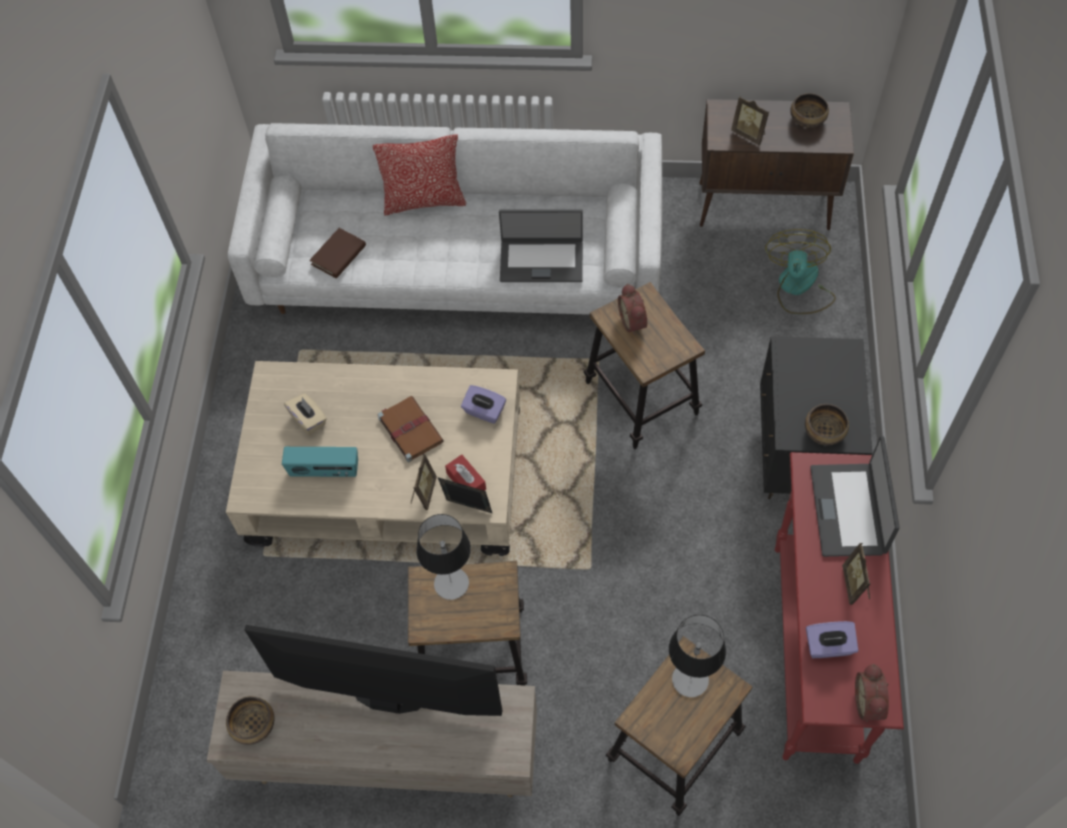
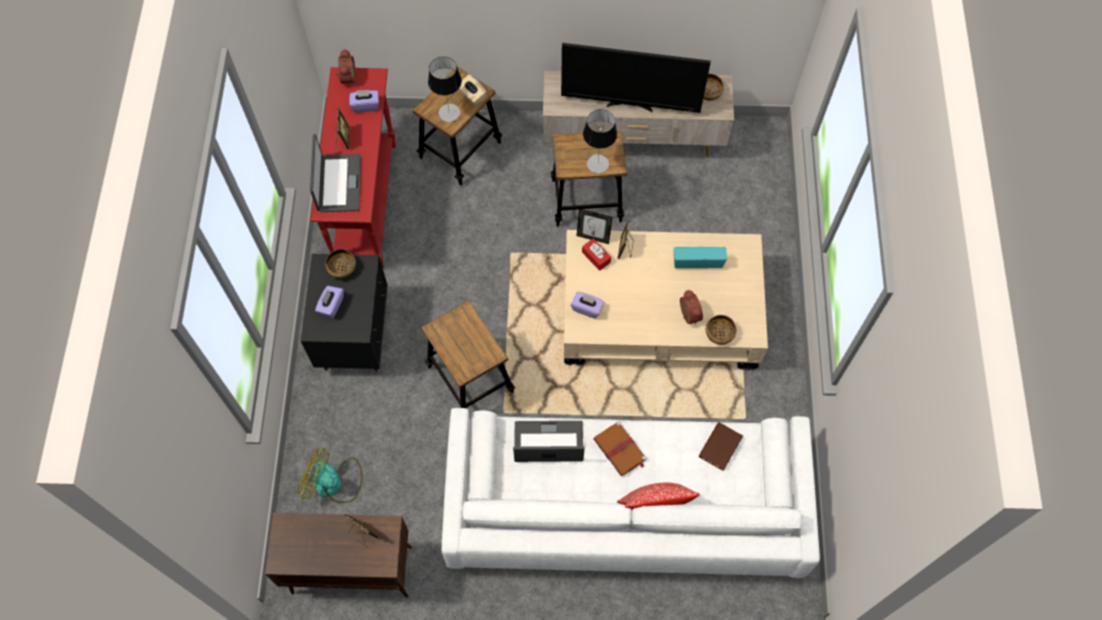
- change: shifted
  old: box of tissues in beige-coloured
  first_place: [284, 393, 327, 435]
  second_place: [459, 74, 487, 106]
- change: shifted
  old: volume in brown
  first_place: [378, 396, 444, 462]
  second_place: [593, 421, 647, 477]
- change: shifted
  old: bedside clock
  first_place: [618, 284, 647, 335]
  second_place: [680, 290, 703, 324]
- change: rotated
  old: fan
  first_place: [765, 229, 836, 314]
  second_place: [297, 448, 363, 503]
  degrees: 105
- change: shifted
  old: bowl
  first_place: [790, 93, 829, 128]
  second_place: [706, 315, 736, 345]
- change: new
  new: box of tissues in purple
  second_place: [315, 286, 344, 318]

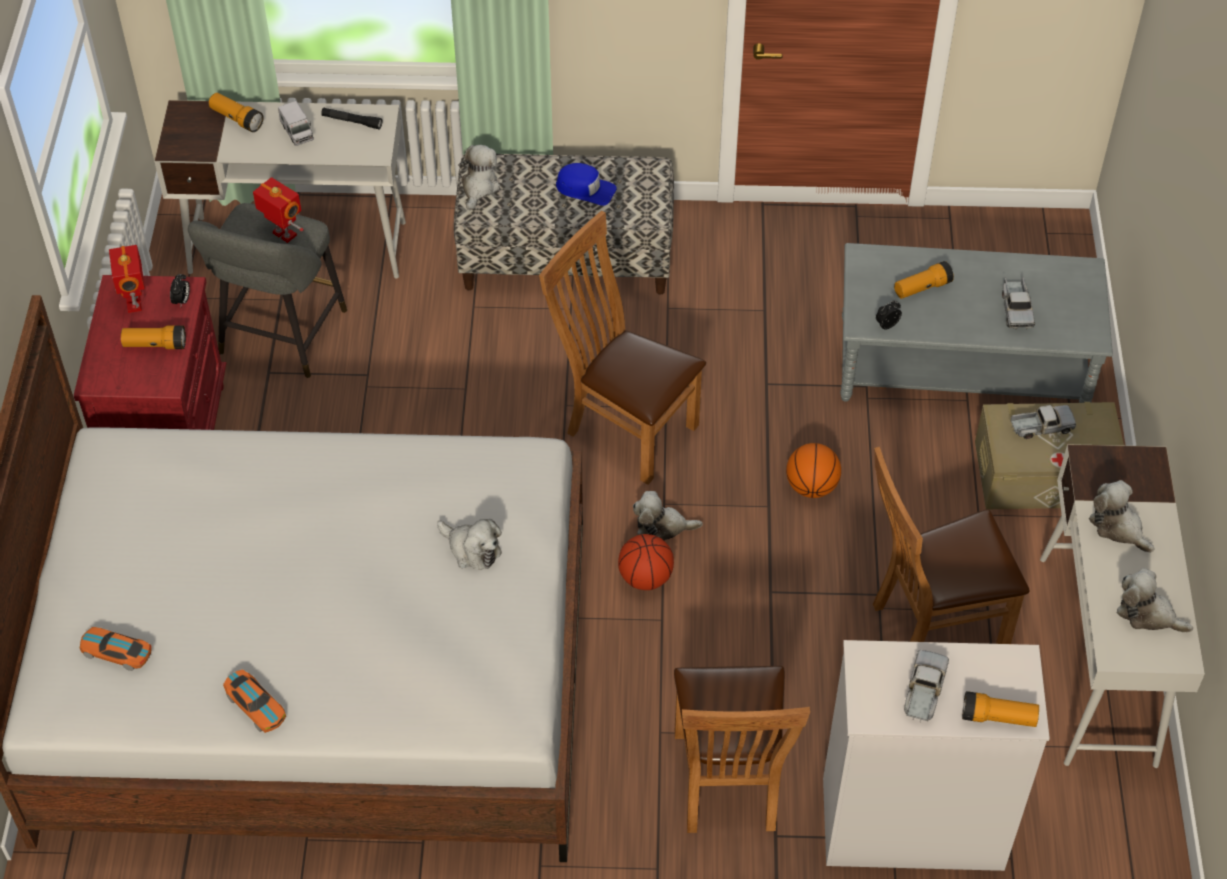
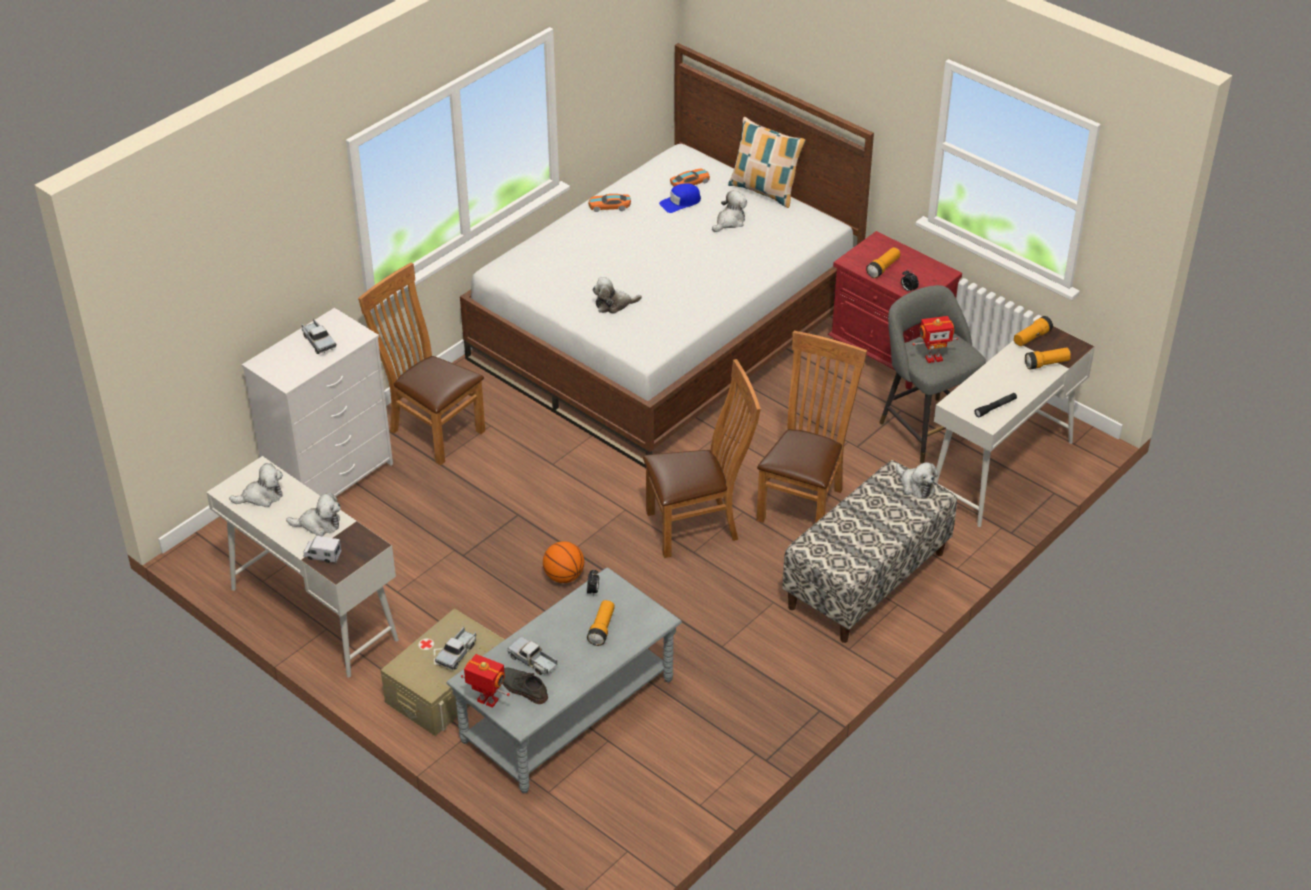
- change: shifted
  old: model robot
  first_place: [109, 245, 145, 313]
  second_place: [461, 654, 510, 708]
- change: shifted
  old: toy lorry
  first_place: [278, 101, 314, 146]
  second_place: [303, 536, 342, 563]
- change: shifted
  old: peaked cap in blue-coloured
  first_place: [556, 163, 616, 206]
  second_place: [659, 183, 701, 213]
- change: gone
  old: basketball
  first_place: [618, 534, 674, 590]
- change: shifted
  old: plush toy
  first_place: [633, 491, 703, 540]
  second_place: [712, 190, 747, 232]
- change: shifted
  old: plain chair in brown
  first_place: [873, 447, 1030, 644]
  second_place: [757, 331, 867, 523]
- change: shifted
  old: hand torch
  first_place: [962, 691, 1039, 727]
  second_place: [1014, 316, 1053, 346]
- change: new
  new: low shoe in greyish
  second_place: [502, 668, 548, 704]
- change: new
  new: throw pillow
  second_place: [728, 117, 806, 208]

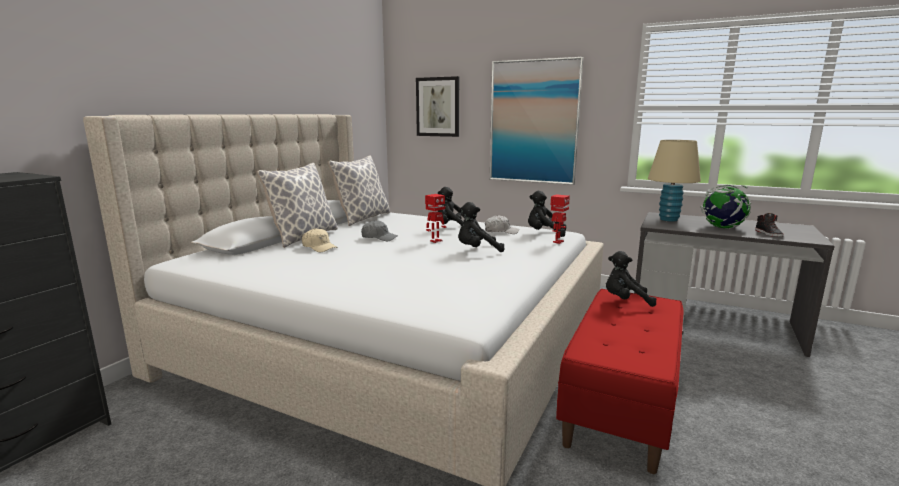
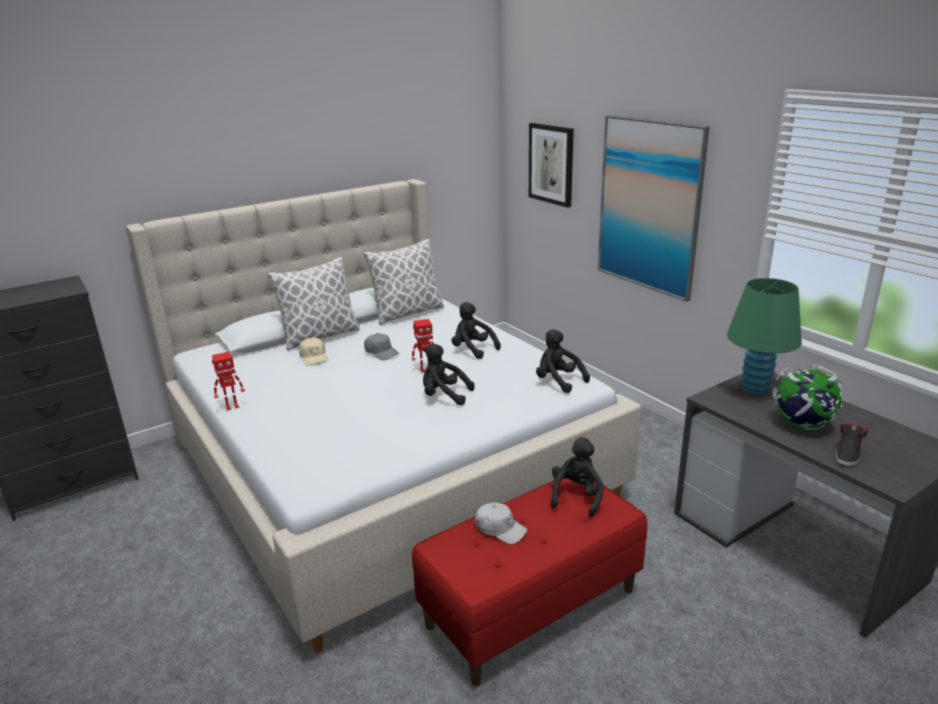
- change: shifted
  old: peaked cap in white-coloured
  first_place: [485, 215, 519, 234]
  second_place: [475, 503, 527, 544]
- change: shifted
  old: model robot
  first_place: [551, 194, 570, 244]
  second_place: [212, 352, 245, 411]
- change: rotated
  old: plush toy in black-coloured
  first_place: [606, 251, 656, 307]
  second_place: [551, 437, 604, 517]
  degrees: 75
- change: repainted
  old: table lamp in beige-coloured
  new: table lamp in greenish
  first_place: [648, 140, 701, 222]
  second_place: [727, 278, 802, 396]

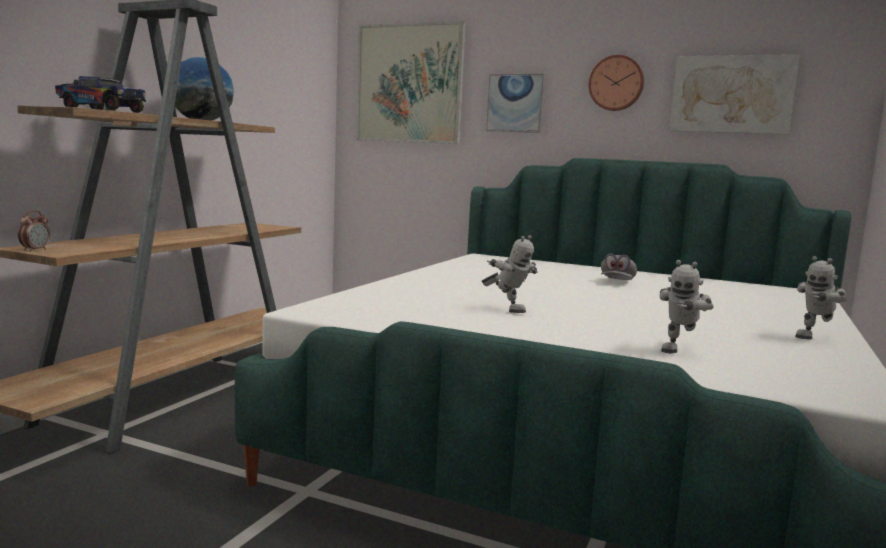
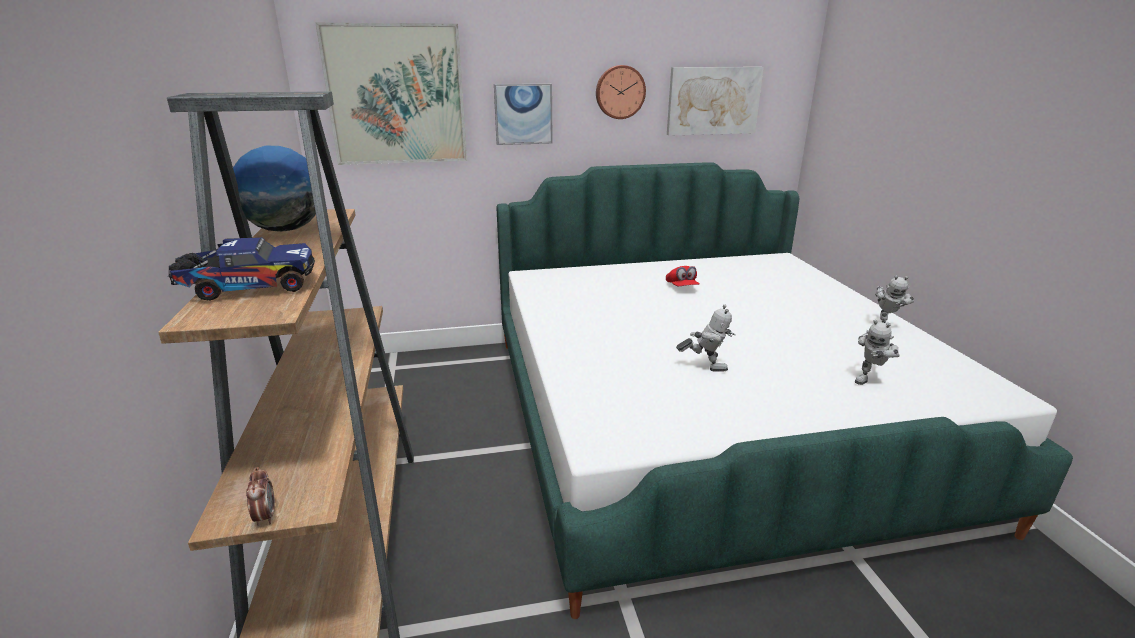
- change: repainted
  old: peaked cap in greyish
  new: peaked cap in red
  first_place: [601, 253, 637, 280]
  second_place: [666, 266, 700, 286]
- change: rotated
  old: model robot
  first_place: [660, 260, 713, 353]
  second_place: [855, 320, 899, 385]
  degrees: 45

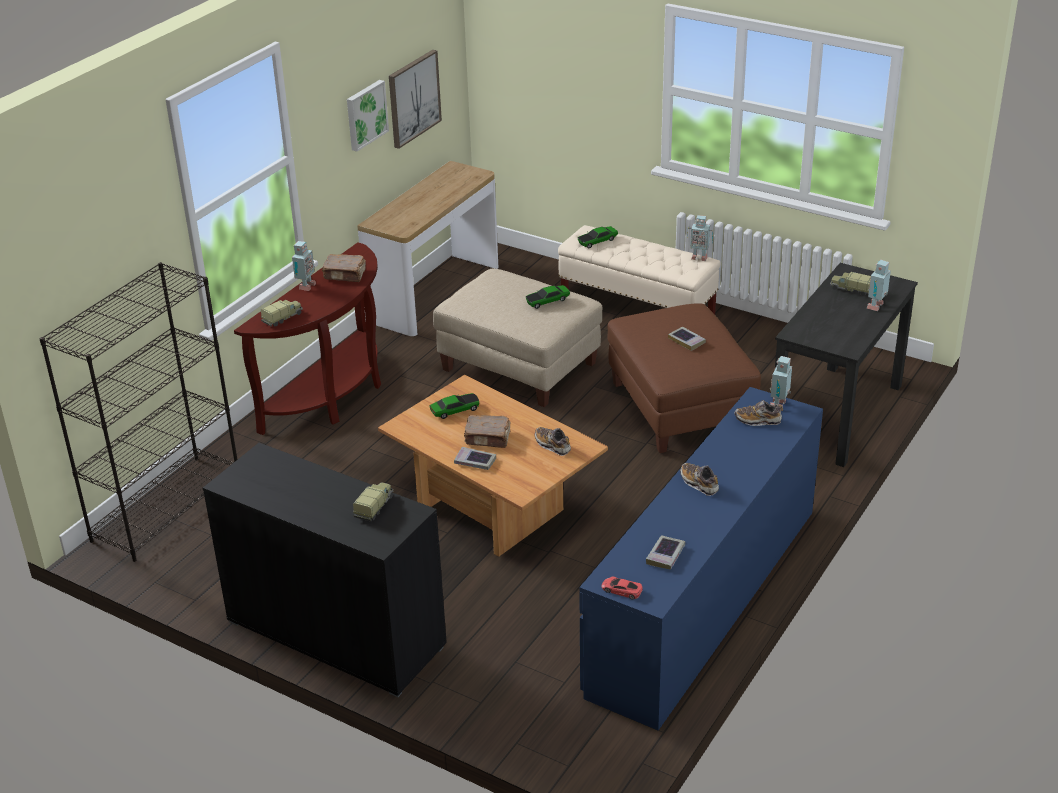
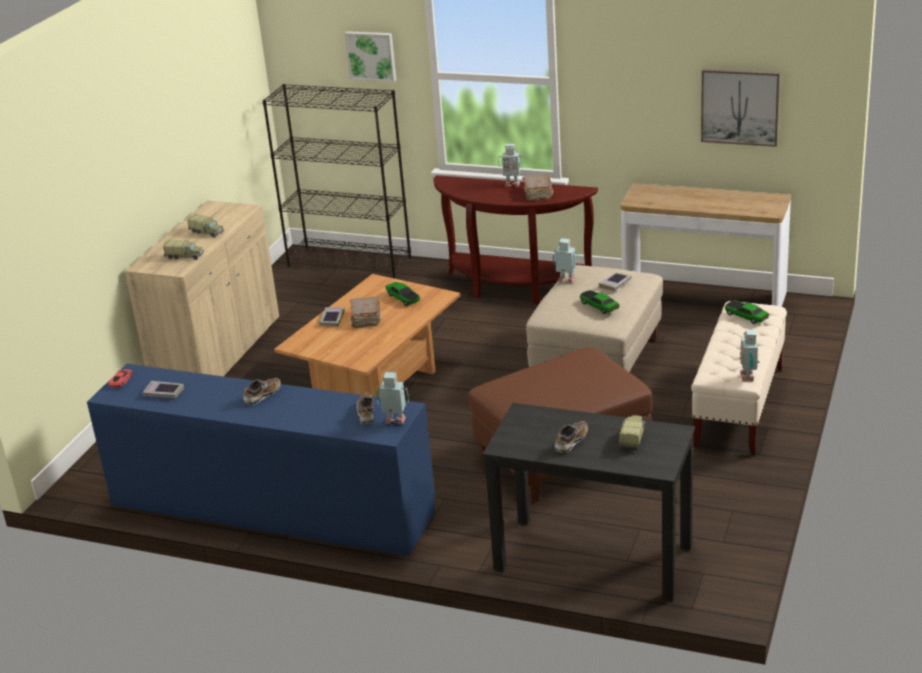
- change: repainted
  old: cupboard in black-coloured
  new: cupboard in beige-coloured
  first_place: [203, 443, 447, 697]
  second_place: [124, 201, 279, 376]
- change: shifted
  old: toy lorry
  first_place: [261, 300, 303, 326]
  second_place: [187, 214, 224, 237]
- change: shifted
  old: wall art
  first_place: [347, 80, 389, 151]
  second_place: [345, 31, 396, 82]
- change: shifted
  old: low shoe
  first_place: [535, 427, 571, 456]
  second_place: [555, 421, 588, 453]
- change: shifted
  old: volume
  first_place: [668, 327, 706, 351]
  second_place: [599, 272, 632, 291]
- change: shifted
  old: model robot
  first_place: [867, 260, 891, 311]
  second_place: [553, 238, 579, 283]

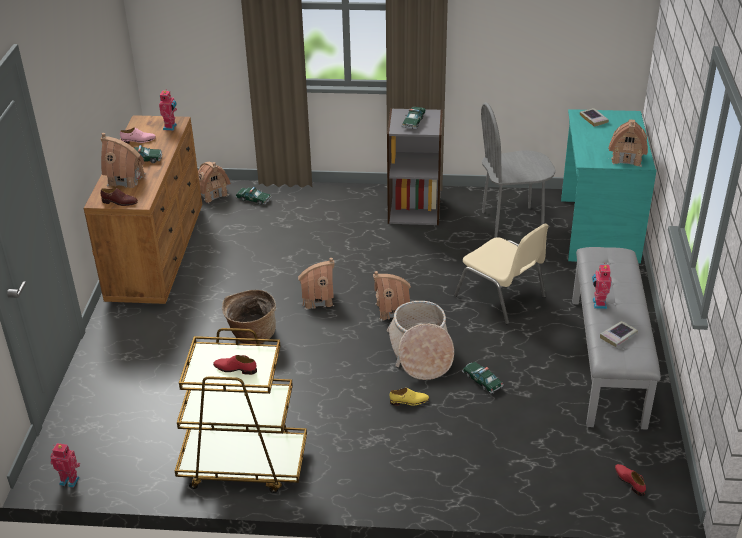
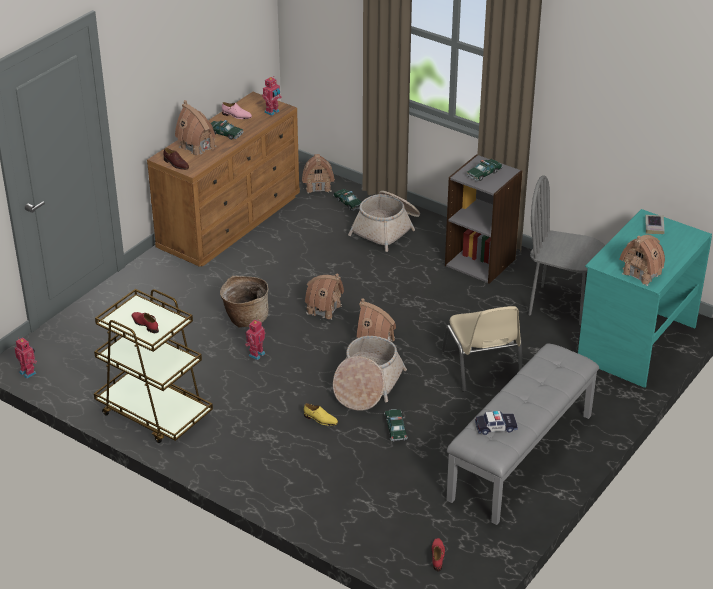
- change: shifted
  old: model robot
  first_place: [592, 263, 612, 309]
  second_place: [245, 319, 265, 360]
- change: swapped
  old: volume
  new: toy car
  first_place: [600, 321, 638, 347]
  second_place: [475, 411, 518, 435]
- change: new
  new: household basket
  second_place: [348, 191, 420, 252]

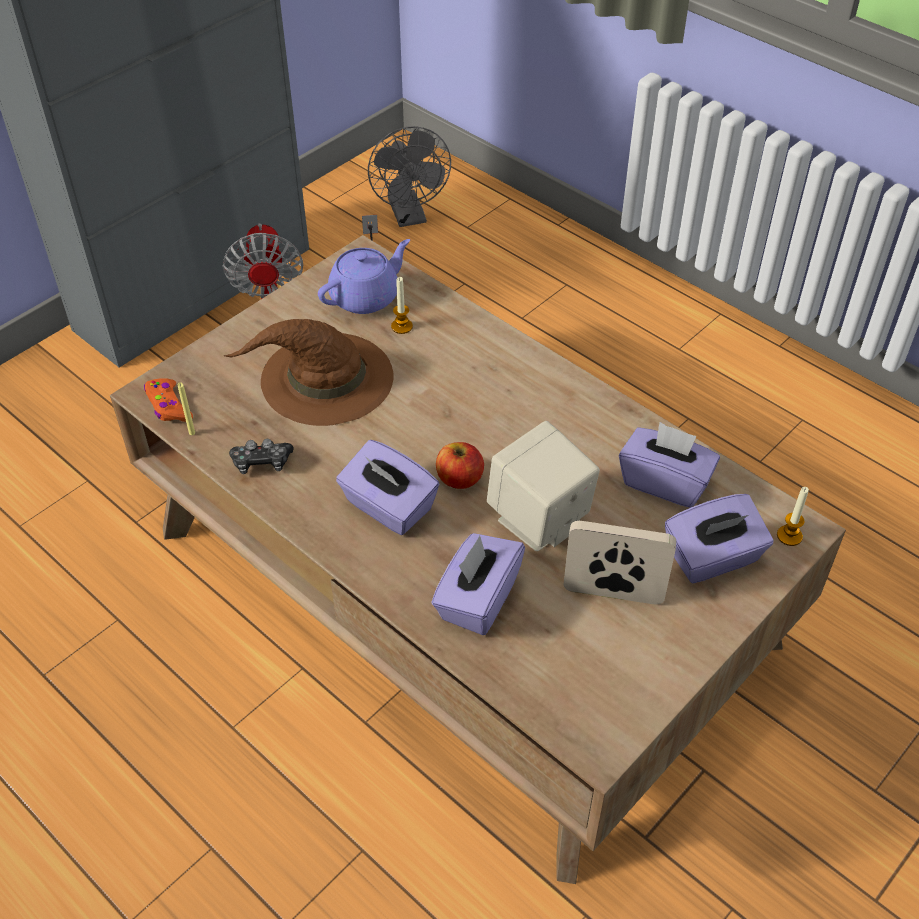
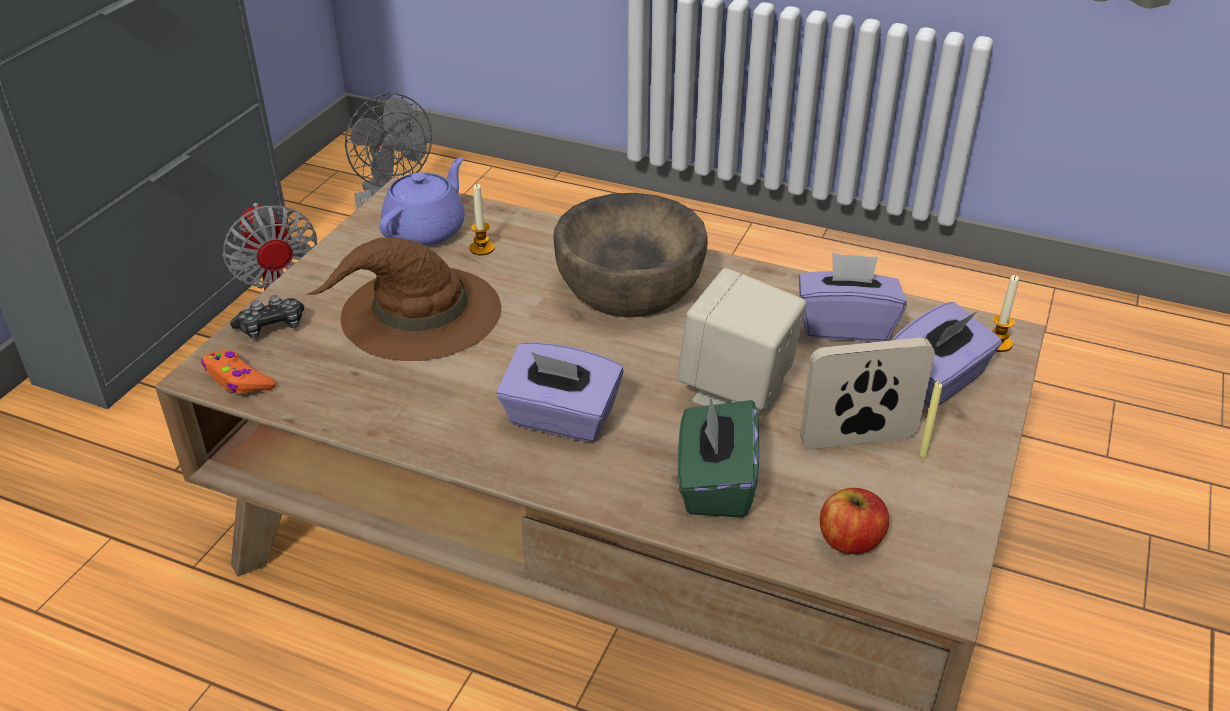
- change: shifted
  old: wax light in yellowish
  first_place: [178, 382, 195, 435]
  second_place: [919, 382, 942, 457]
- change: shifted
  old: gamepad
  first_place: [229, 439, 294, 474]
  second_place: [230, 295, 304, 339]
- change: repainted
  old: box of tissues in purple
  new: box of tissues in greenish
  first_place: [431, 533, 525, 635]
  second_place: [678, 396, 759, 518]
- change: shifted
  old: apple
  first_place: [436, 442, 484, 489]
  second_place: [820, 488, 889, 554]
- change: new
  new: bowl in brown
  second_place: [554, 193, 708, 317]

